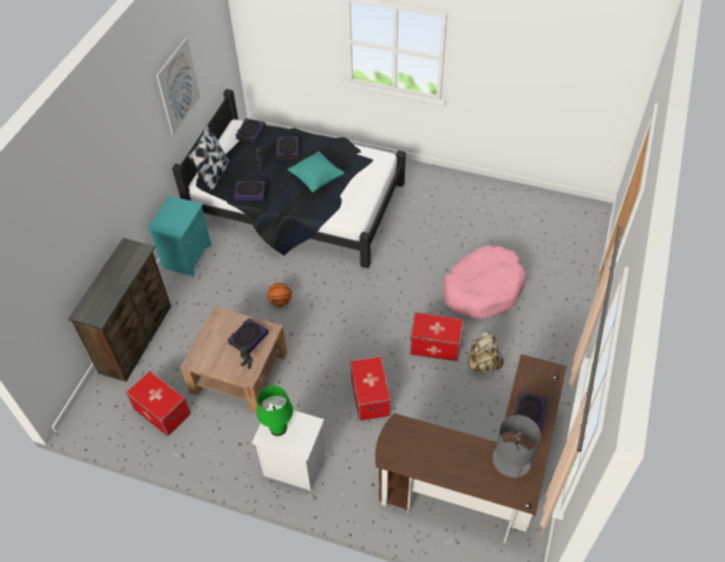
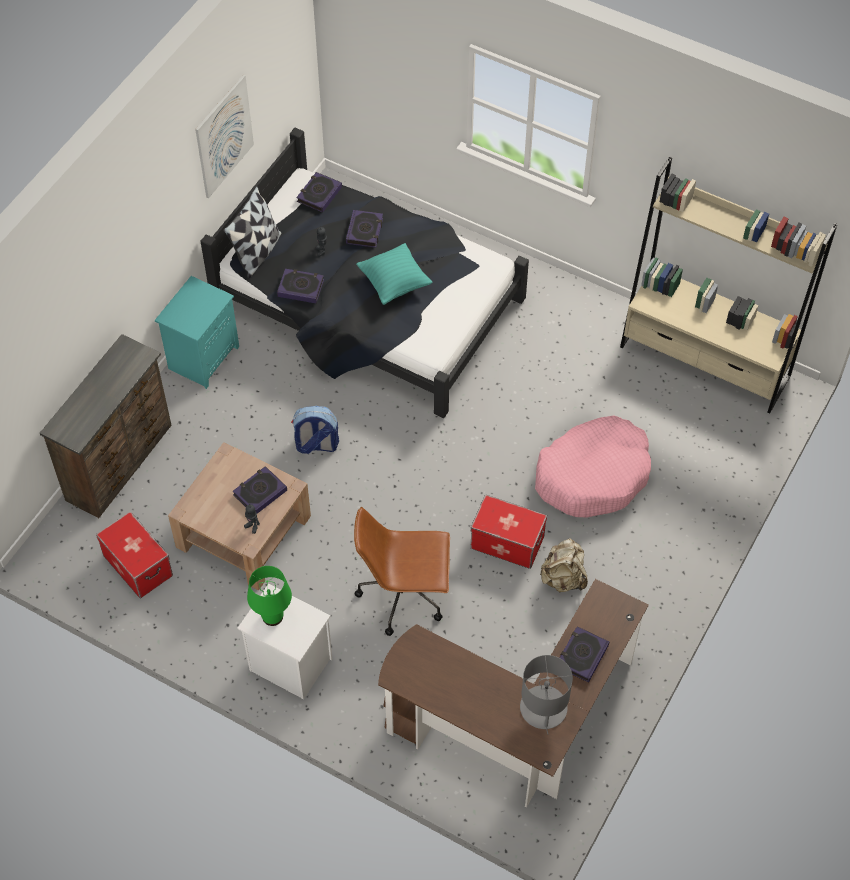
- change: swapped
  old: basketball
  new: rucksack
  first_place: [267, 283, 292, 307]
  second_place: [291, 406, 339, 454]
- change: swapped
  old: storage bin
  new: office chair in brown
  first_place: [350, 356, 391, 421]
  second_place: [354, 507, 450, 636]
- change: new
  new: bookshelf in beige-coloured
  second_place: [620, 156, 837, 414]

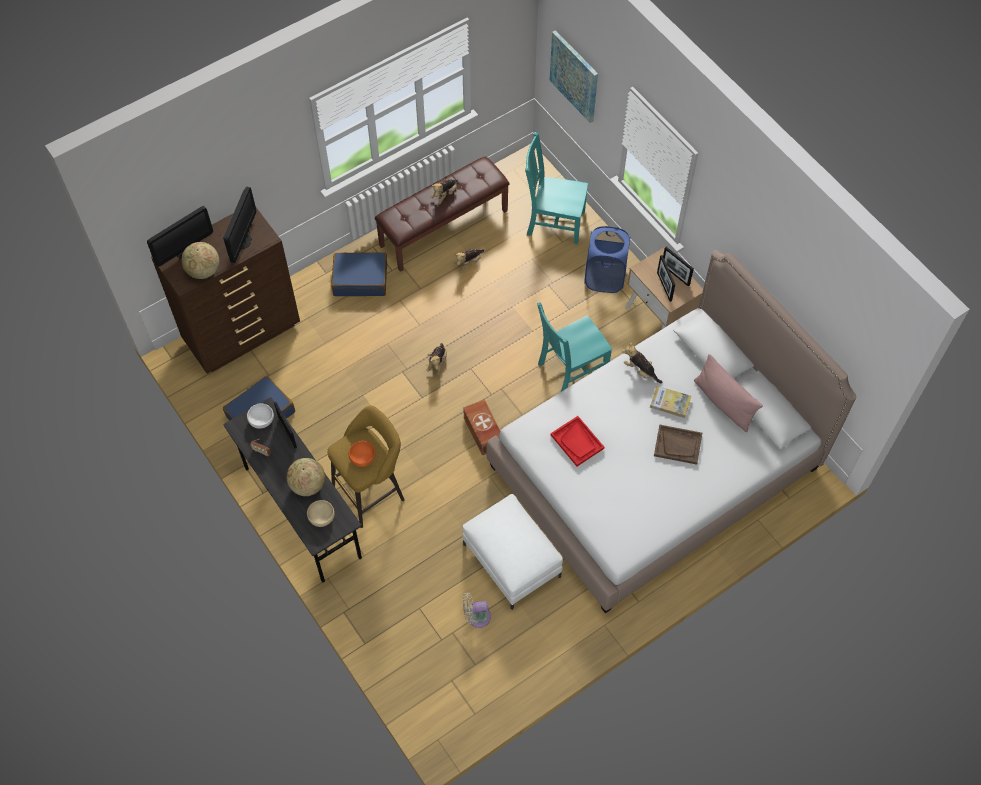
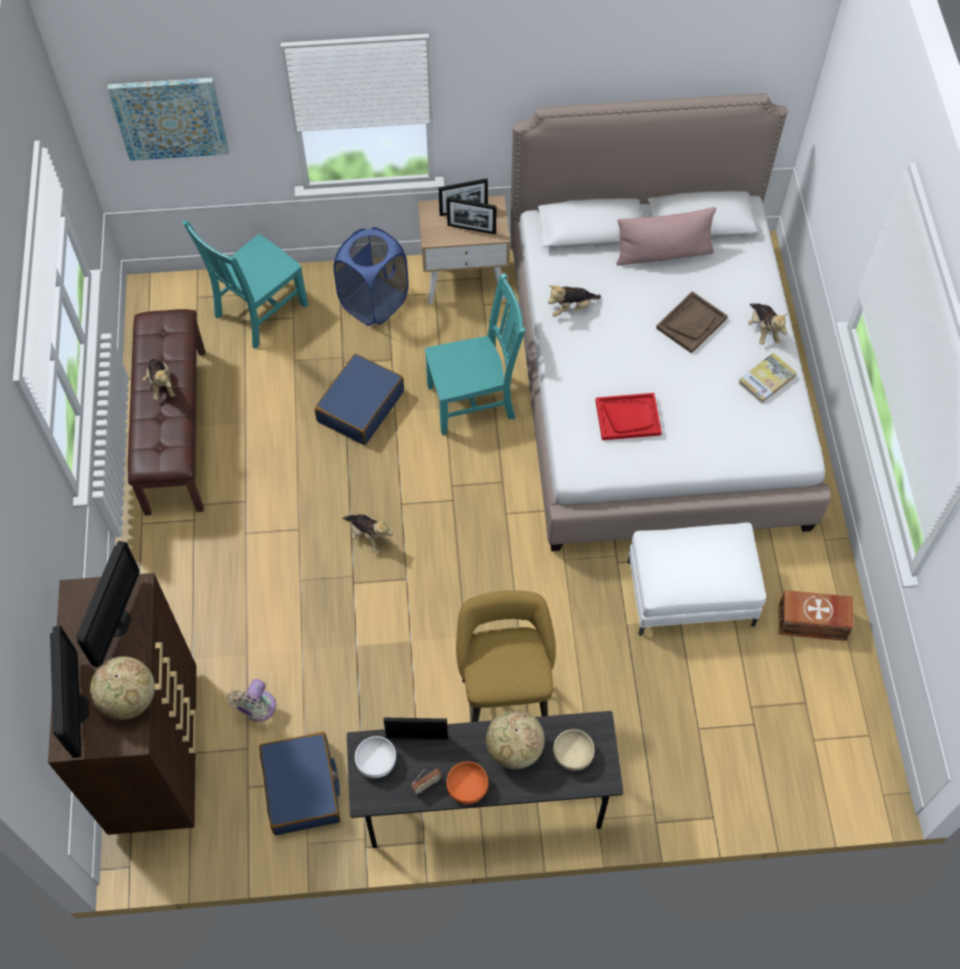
- change: rotated
  old: computer screen
  first_place: [223, 186, 256, 263]
  second_place: [76, 541, 140, 668]
  degrees: 60
- change: shifted
  old: travel case in blue-coloured
  first_place: [331, 252, 387, 296]
  second_place: [315, 354, 404, 445]
- change: shifted
  old: bowl in orange
  first_place: [349, 441, 375, 467]
  second_place: [446, 762, 489, 804]
- change: shifted
  old: plush toy
  first_place: [454, 249, 484, 273]
  second_place: [748, 303, 787, 345]
- change: shifted
  old: storage bin in brown
  first_place: [463, 399, 500, 455]
  second_place: [779, 590, 854, 641]
- change: shifted
  old: fan in beige-coloured
  first_place: [463, 592, 491, 628]
  second_place: [227, 679, 276, 722]
- change: rotated
  old: plain chair in turquoise
  first_place: [537, 302, 612, 392]
  second_place: [425, 273, 525, 436]
  degrees: -105
- change: shifted
  old: volume
  first_place: [650, 386, 692, 418]
  second_place: [738, 353, 797, 404]

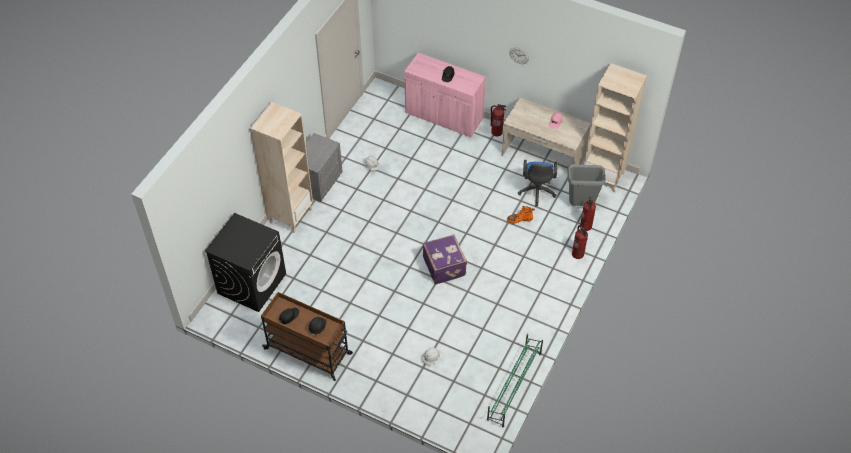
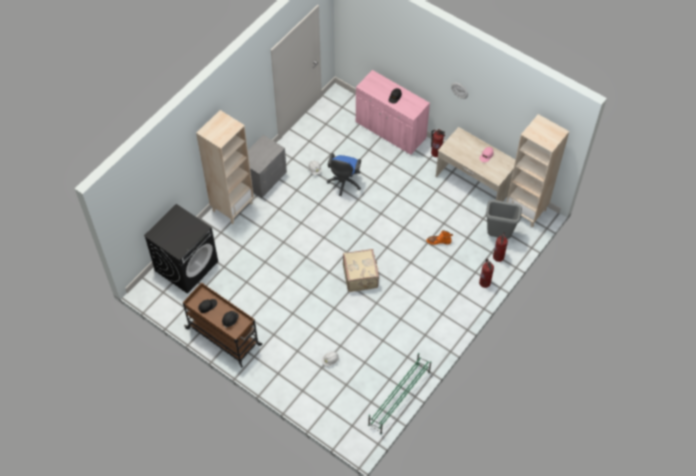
- change: repainted
  old: travel case in purple
  new: travel case in beige-coloured
  first_place: [423, 234, 467, 284]
  second_place: [343, 249, 379, 292]
- change: shifted
  old: office chair in blue-coloured
  first_place: [518, 160, 557, 206]
  second_place: [327, 153, 361, 196]

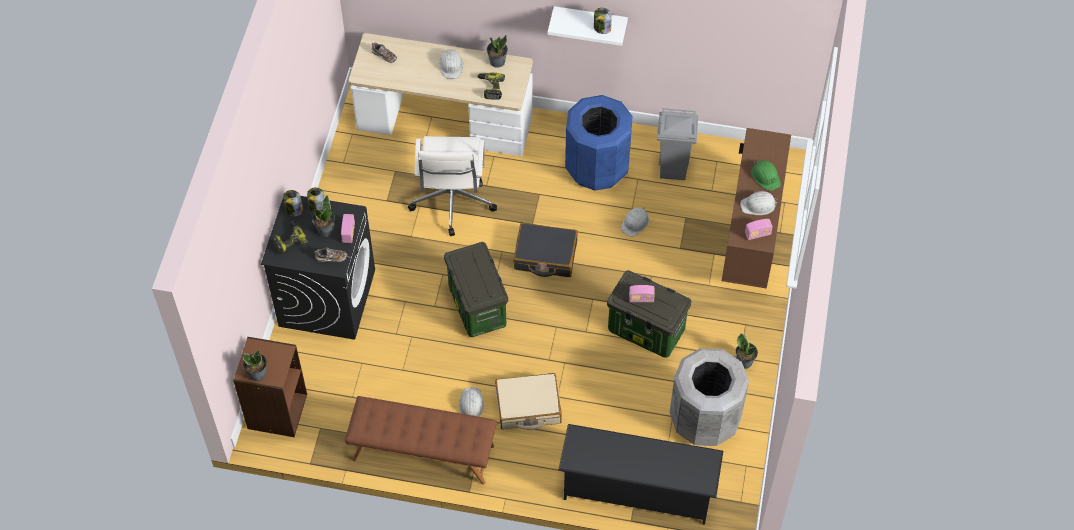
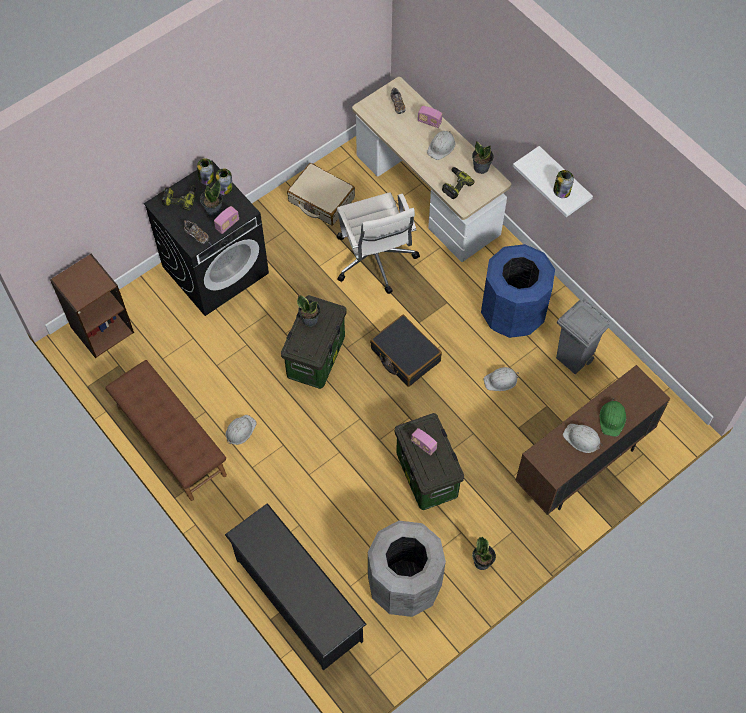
- change: shifted
  old: plant in a pot
  first_place: [242, 350, 267, 381]
  second_place: [297, 295, 320, 327]
- change: rotated
  old: office chair in white-coloured
  first_place: [408, 136, 497, 236]
  second_place: [337, 192, 420, 294]
  degrees: -60
- change: shifted
  old: travel case in beige-coloured
  first_place: [495, 373, 562, 430]
  second_place: [287, 163, 355, 226]
- change: shifted
  old: radio
  first_place: [745, 219, 773, 240]
  second_place: [418, 106, 442, 128]

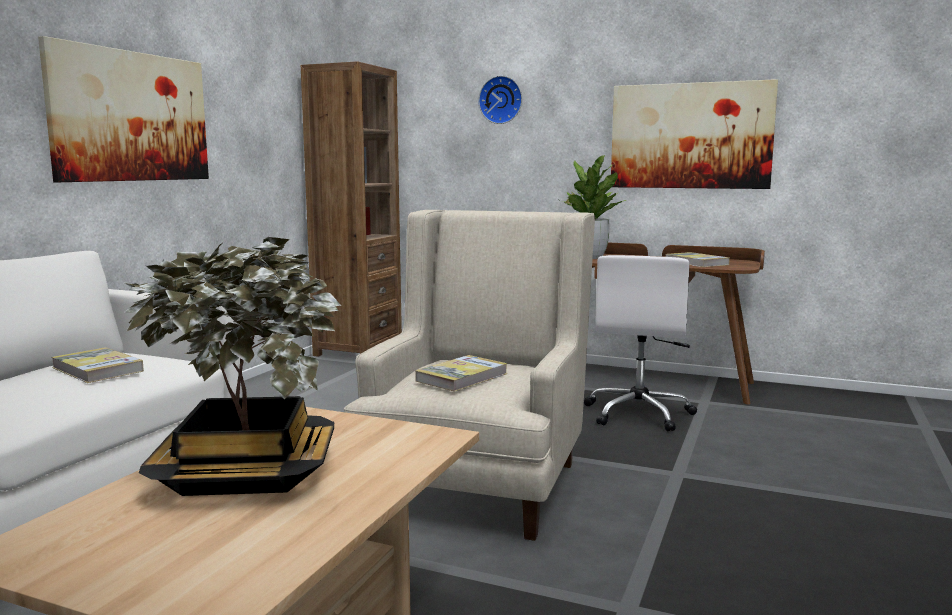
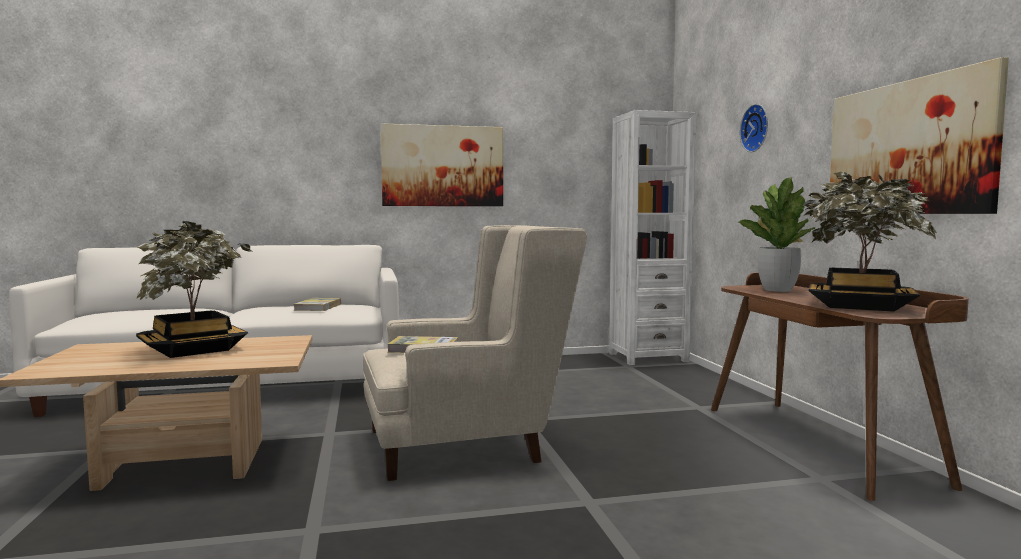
- change: repainted
  old: bookshelf in brown
  new: bookshelf in white-coloured
  first_place: [301, 61, 402, 357]
  second_place: [609, 110, 697, 365]
- change: gone
  old: office chair in white-coloured
  first_place: [584, 255, 697, 431]
- change: swapped
  old: volume
  new: plant in a pot
  first_place: [666, 252, 730, 267]
  second_place: [802, 171, 937, 312]

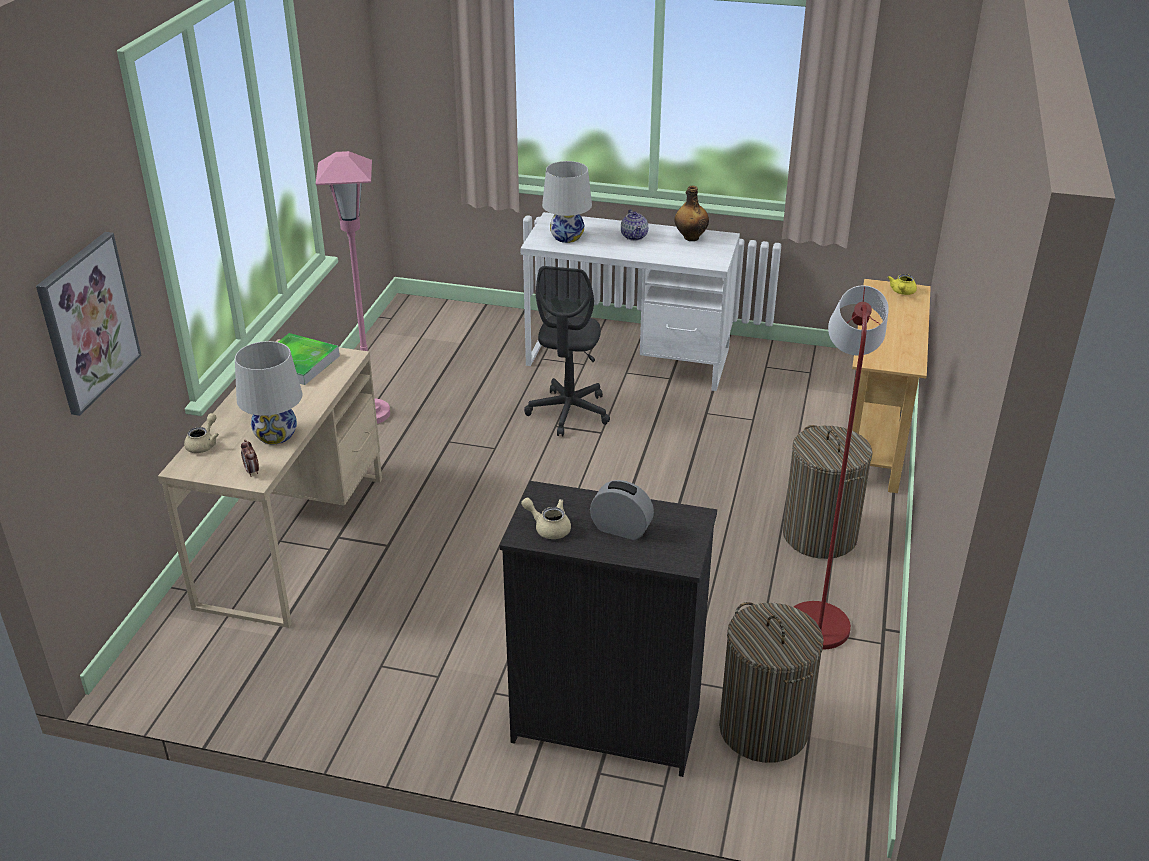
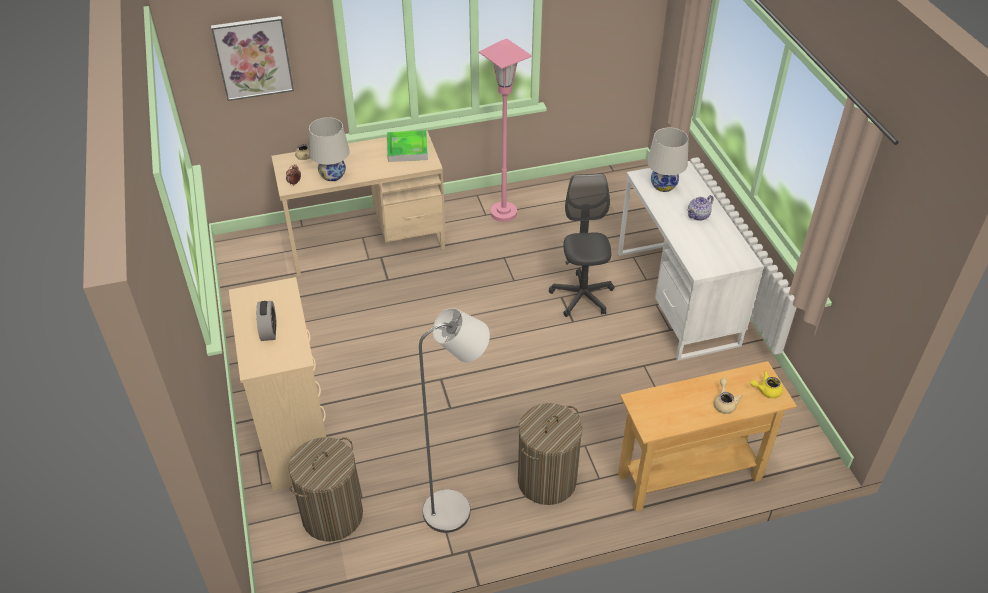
- change: repainted
  old: drawer chest in black-coloured
  new: drawer chest in beige-coloured
  first_place: [500, 481, 717, 777]
  second_place: [229, 277, 326, 491]
- change: shifted
  old: pot for tea in beige-coloured
  first_place: [521, 497, 571, 539]
  second_place: [713, 378, 743, 414]
- change: rotated
  old: office chair in greyish
  first_place: [524, 266, 610, 437]
  second_place: [549, 173, 614, 317]
  degrees: 105
- change: gone
  old: bottle
  first_place: [674, 186, 709, 241]
- change: repainted
  old: standing lamp in red
  new: standing lamp in greyish
  first_place: [794, 285, 889, 650]
  second_place: [419, 308, 490, 533]

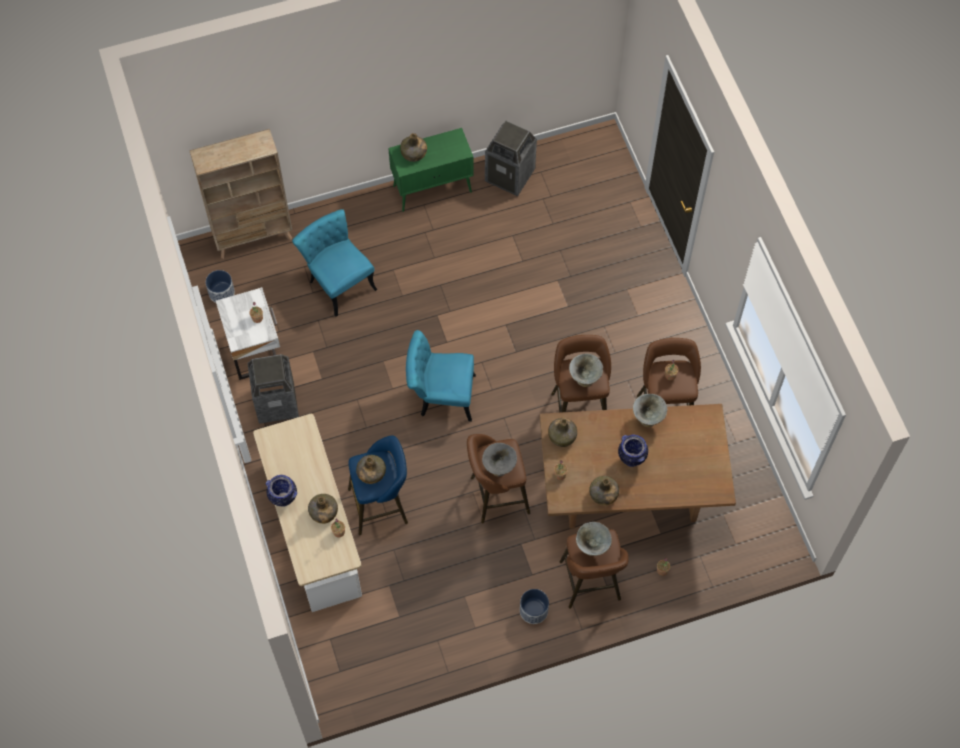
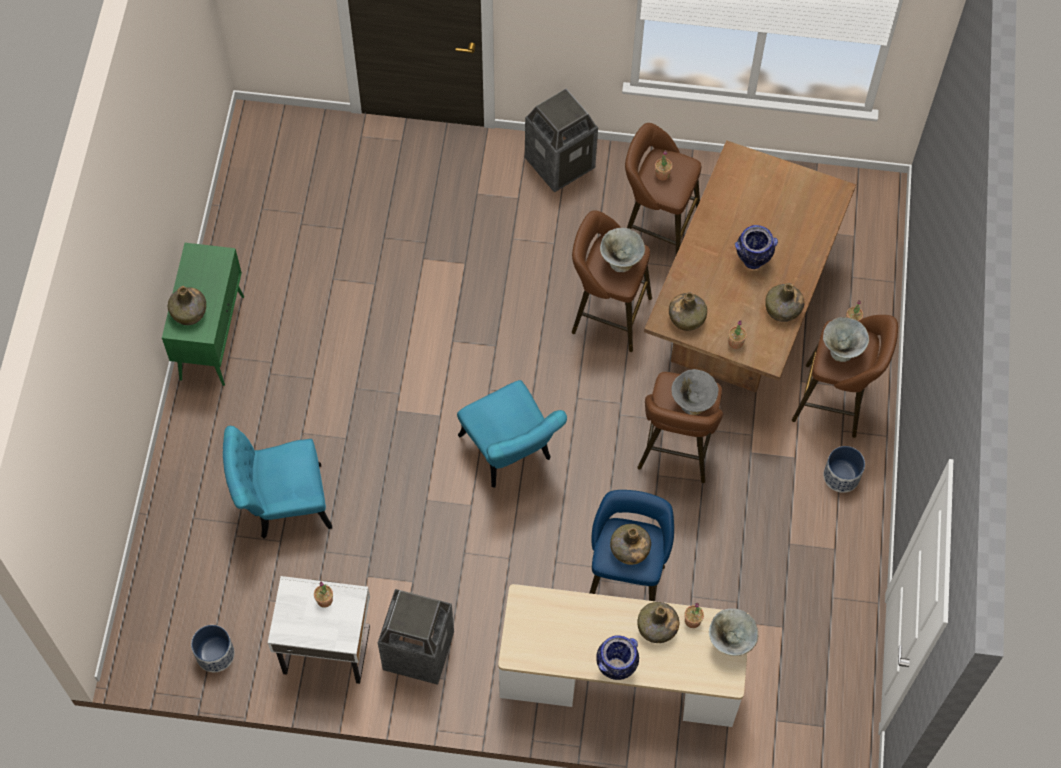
- change: gone
  old: bookshelf in beige-coloured
  first_place: [190, 129, 292, 259]
- change: rotated
  old: plain chair in turquoise
  first_place: [406, 330, 476, 422]
  second_place: [457, 380, 567, 488]
  degrees: -60
- change: shifted
  old: trash can
  first_place: [485, 121, 537, 196]
  second_place: [525, 88, 598, 193]
- change: shifted
  old: bowl in greyish
  first_place: [633, 394, 668, 427]
  second_place: [709, 608, 758, 656]

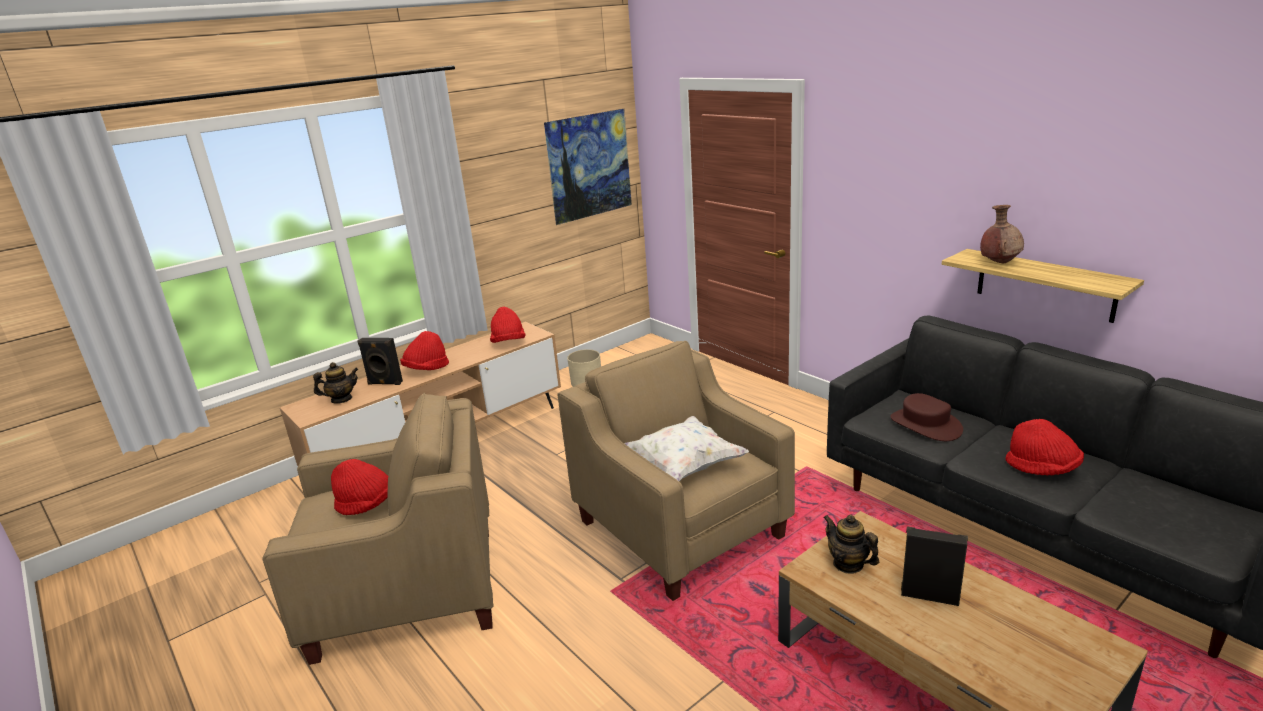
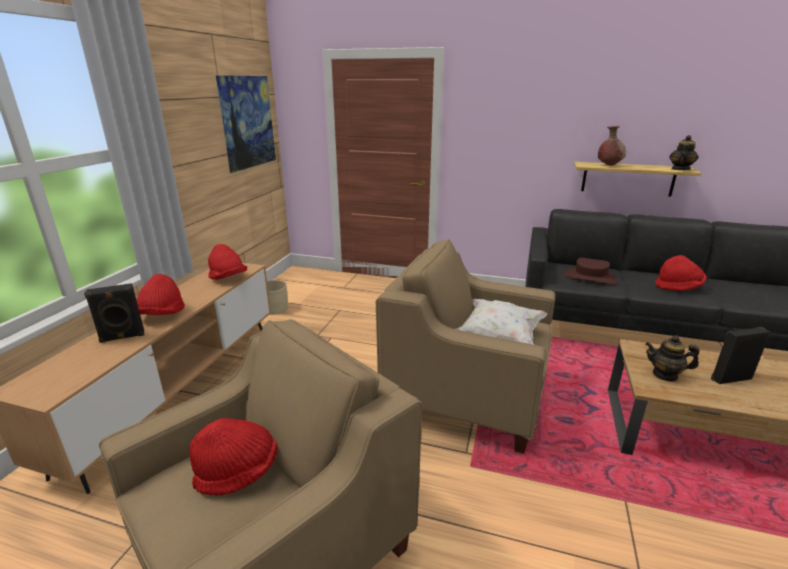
- change: shifted
  old: pot for tea
  first_place: [313, 362, 358, 404]
  second_place: [670, 135, 699, 170]

